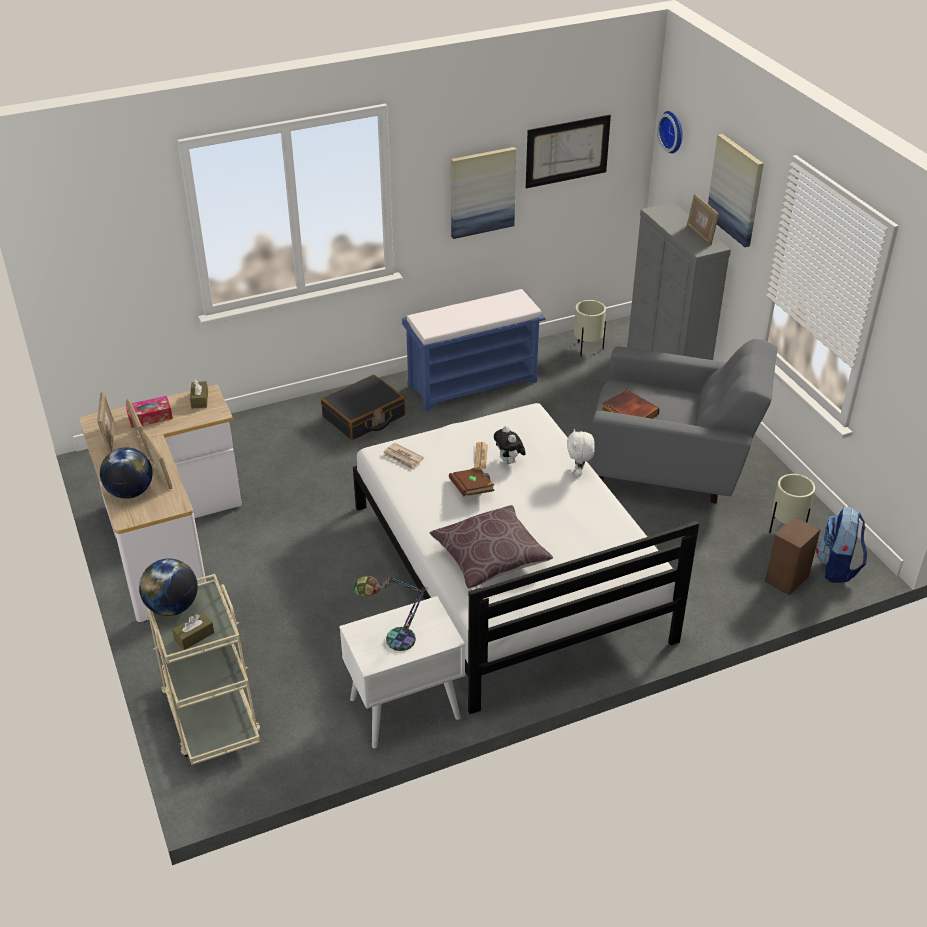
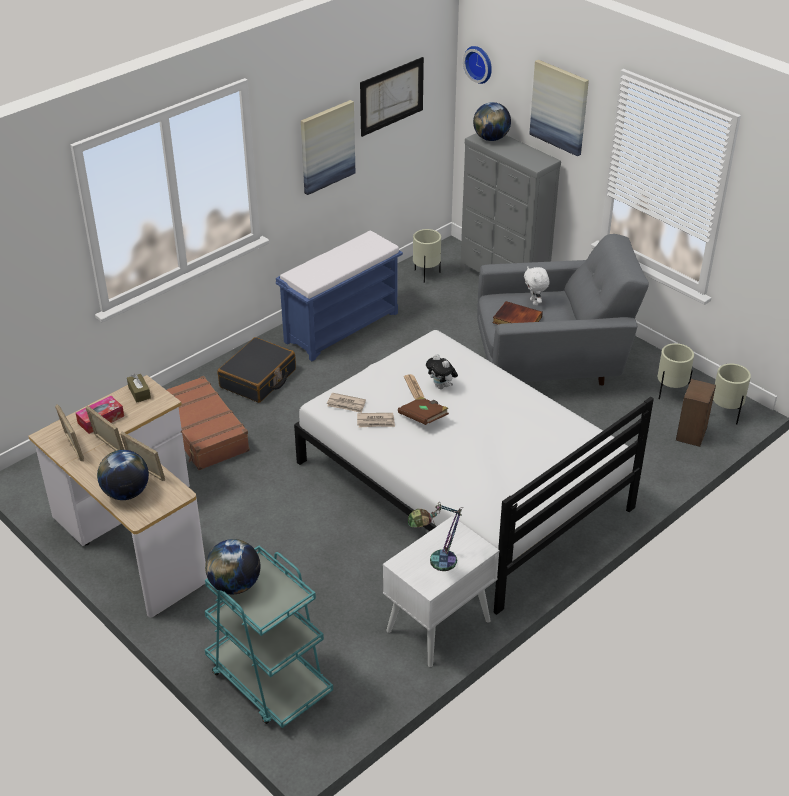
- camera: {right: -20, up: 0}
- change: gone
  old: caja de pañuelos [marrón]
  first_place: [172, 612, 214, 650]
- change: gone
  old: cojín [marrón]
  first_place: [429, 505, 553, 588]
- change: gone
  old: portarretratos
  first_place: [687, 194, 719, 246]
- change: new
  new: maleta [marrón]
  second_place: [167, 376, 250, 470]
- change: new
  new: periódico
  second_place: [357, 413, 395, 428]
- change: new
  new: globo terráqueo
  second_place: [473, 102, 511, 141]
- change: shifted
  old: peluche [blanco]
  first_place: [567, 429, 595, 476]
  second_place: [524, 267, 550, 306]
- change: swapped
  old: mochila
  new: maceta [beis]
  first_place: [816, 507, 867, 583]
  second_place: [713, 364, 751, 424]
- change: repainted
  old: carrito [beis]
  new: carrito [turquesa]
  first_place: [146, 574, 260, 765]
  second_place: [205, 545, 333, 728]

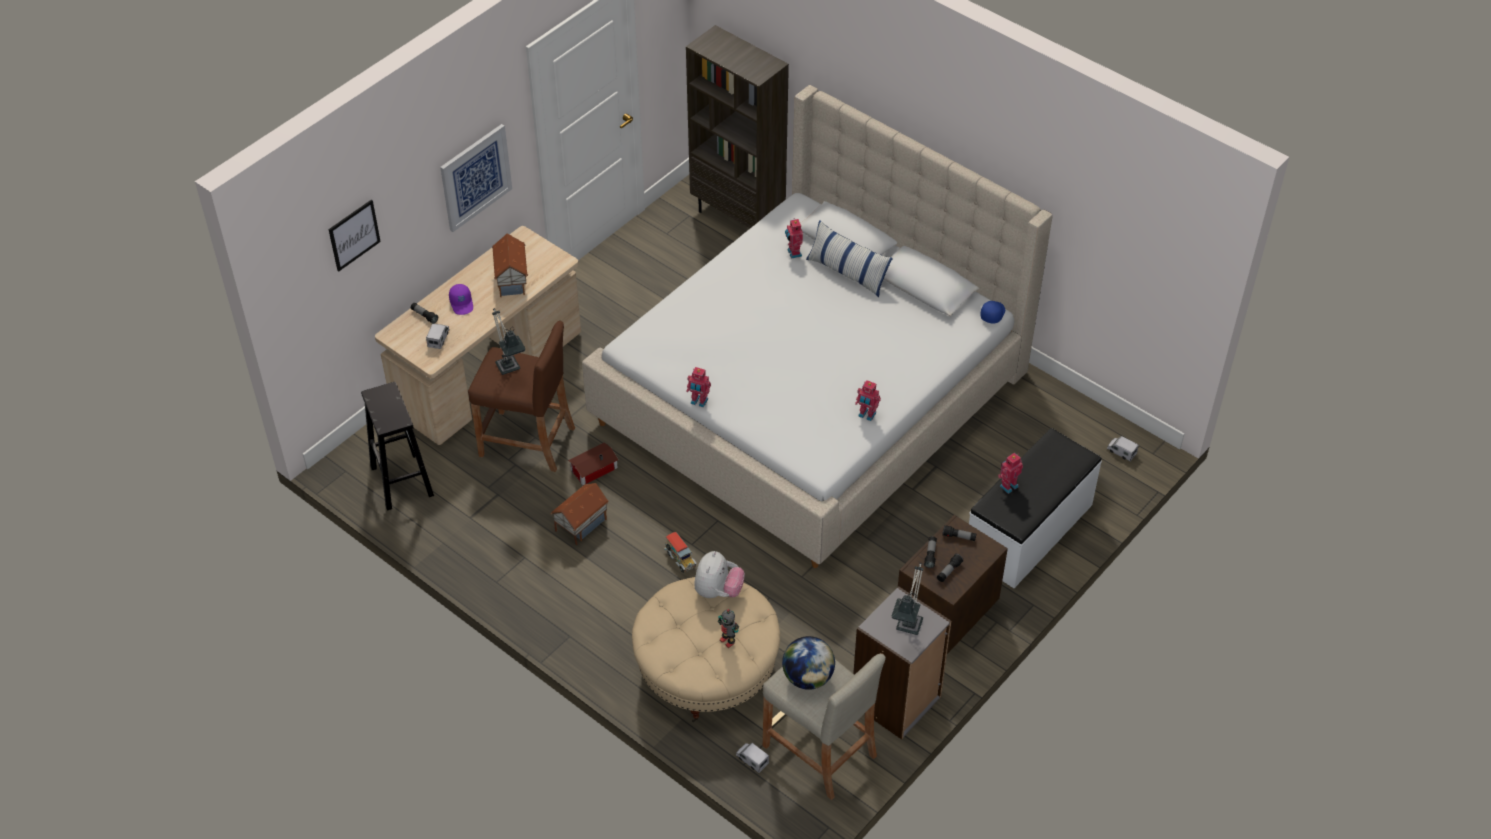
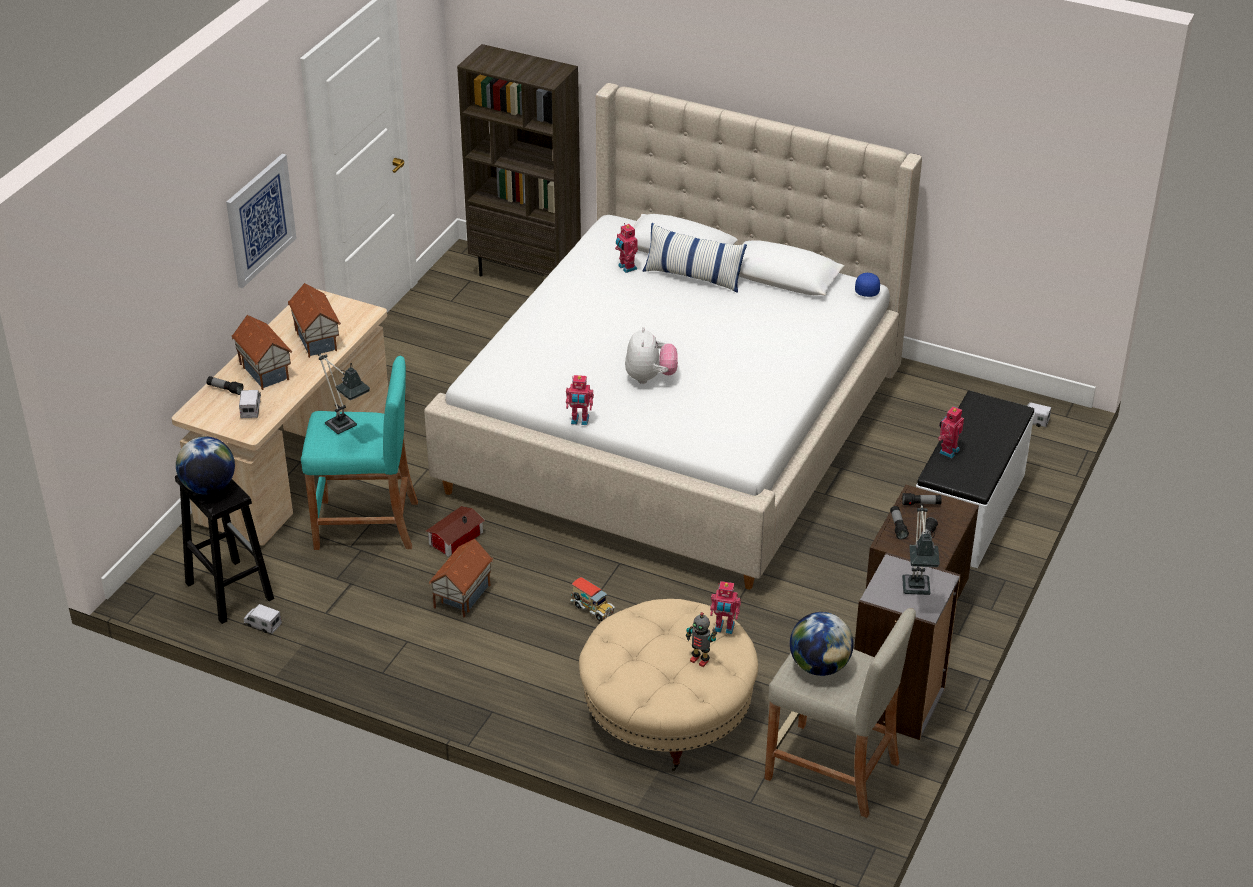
- camera: {right: -15, up: -10}
- change: gone
  old: cuadro
  first_place: [328, 200, 381, 271]
- change: new
  new: globo terráqueo
  second_place: [176, 437, 235, 495]
- change: shifted
  old: peluche
  first_place: [694, 551, 745, 598]
  second_place: [625, 327, 678, 384]
- change: shifted
  old: camión de juguete
  first_place: [736, 743, 769, 773]
  second_place: [244, 604, 282, 634]
- change: shifted
  old: robot de juguete
  first_place: [855, 380, 881, 421]
  second_place: [710, 581, 741, 634]
- change: swapped
  old: gorra [morado]
  new: casita
  first_place: [449, 284, 473, 315]
  second_place: [231, 315, 292, 390]
- change: repainted
  old: taburete [marrón]
  new: taburete [turquesa]
  first_place: [468, 321, 575, 472]
  second_place: [301, 355, 418, 550]

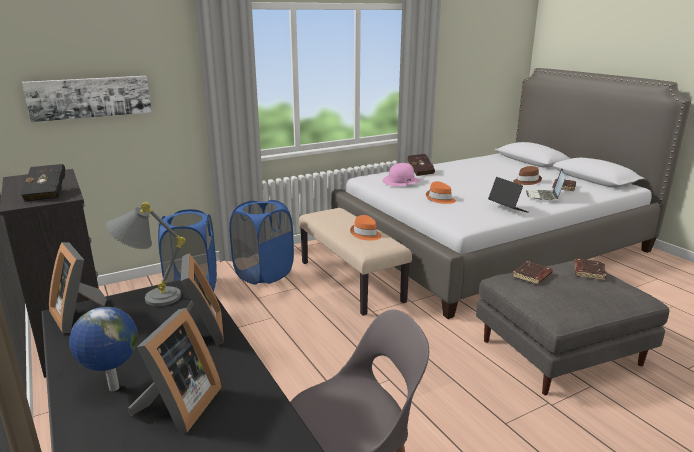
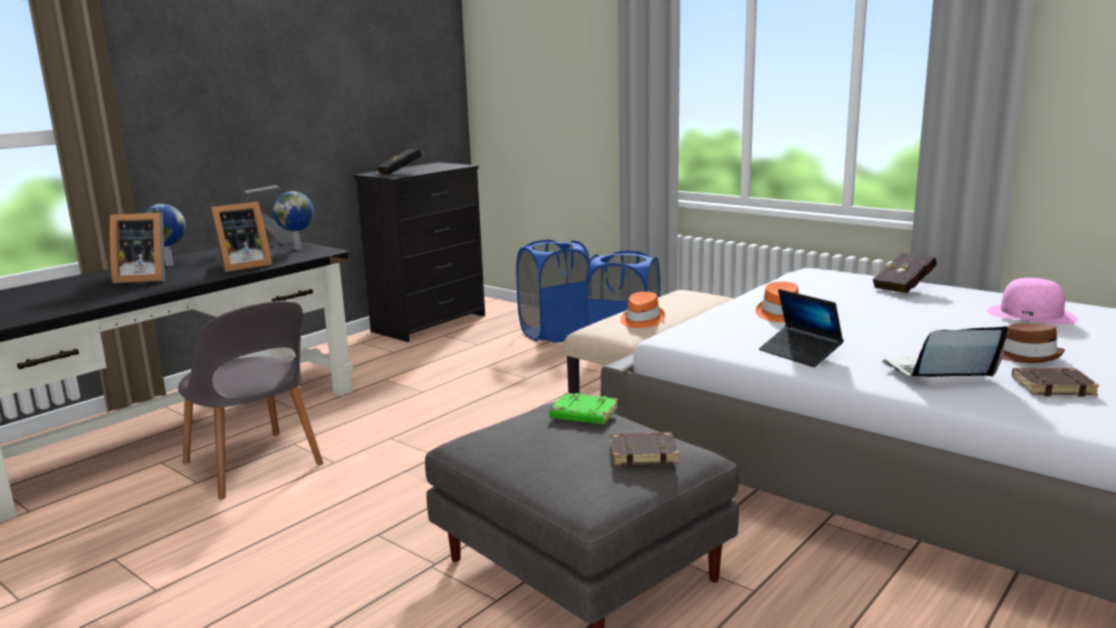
- camera: {right: 70, up: -5}
- change: gone
  old: cuadro
  first_place: [22, 76, 152, 122]
- change: shifted
  old: sombrero [rosa]
  first_place: [382, 163, 420, 186]
  second_place: [987, 278, 1078, 324]
- change: swapped
  old: lámpara de mesa [gris]
  new: globo terráqueo
  first_place: [105, 202, 185, 306]
  second_place: [272, 191, 314, 250]
- change: repainted
  old: libro [marrón]
  new: libro [verde]
  first_place: [512, 261, 553, 285]
  second_place: [549, 393, 618, 425]
- change: rotated
  old: portátil
  first_place: [488, 177, 528, 213]
  second_place: [759, 289, 844, 367]
  degrees: 105

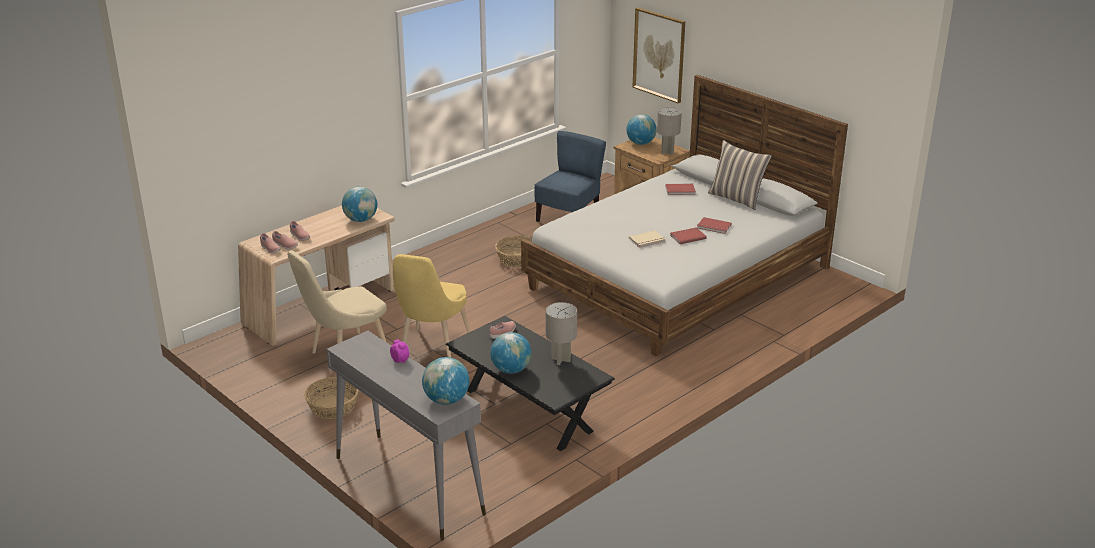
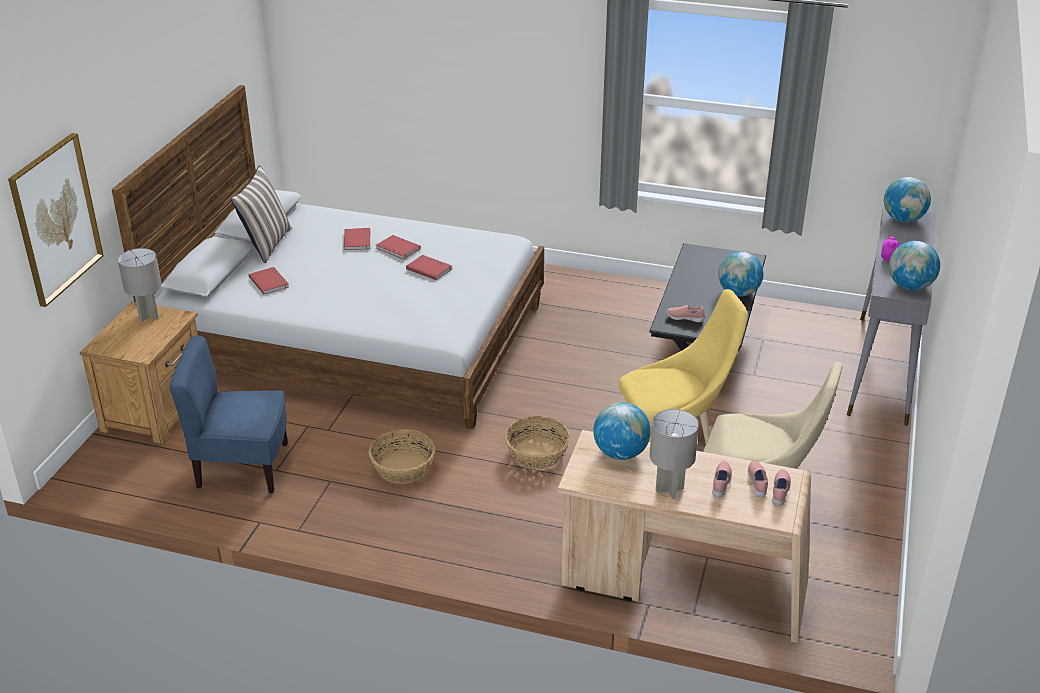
- camera: {right: -120, up: 5}
- change: shifted
  old: cesta
  first_place: [304, 377, 358, 419]
  second_place: [505, 416, 570, 469]
- change: shifted
  old: lámpara de mesa [gris]
  first_place: [546, 302, 577, 365]
  second_place: [650, 409, 699, 499]
- change: shifted
  old: globo terráqueo
  first_place: [626, 114, 657, 145]
  second_place: [889, 241, 940, 290]
- change: repainted
  old: libro [beis]
  new: libro [rojo]
  first_place: [629, 231, 665, 248]
  second_place: [406, 255, 452, 280]

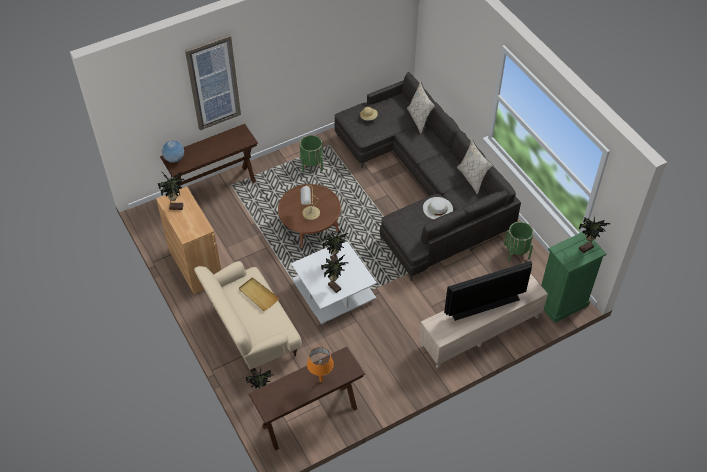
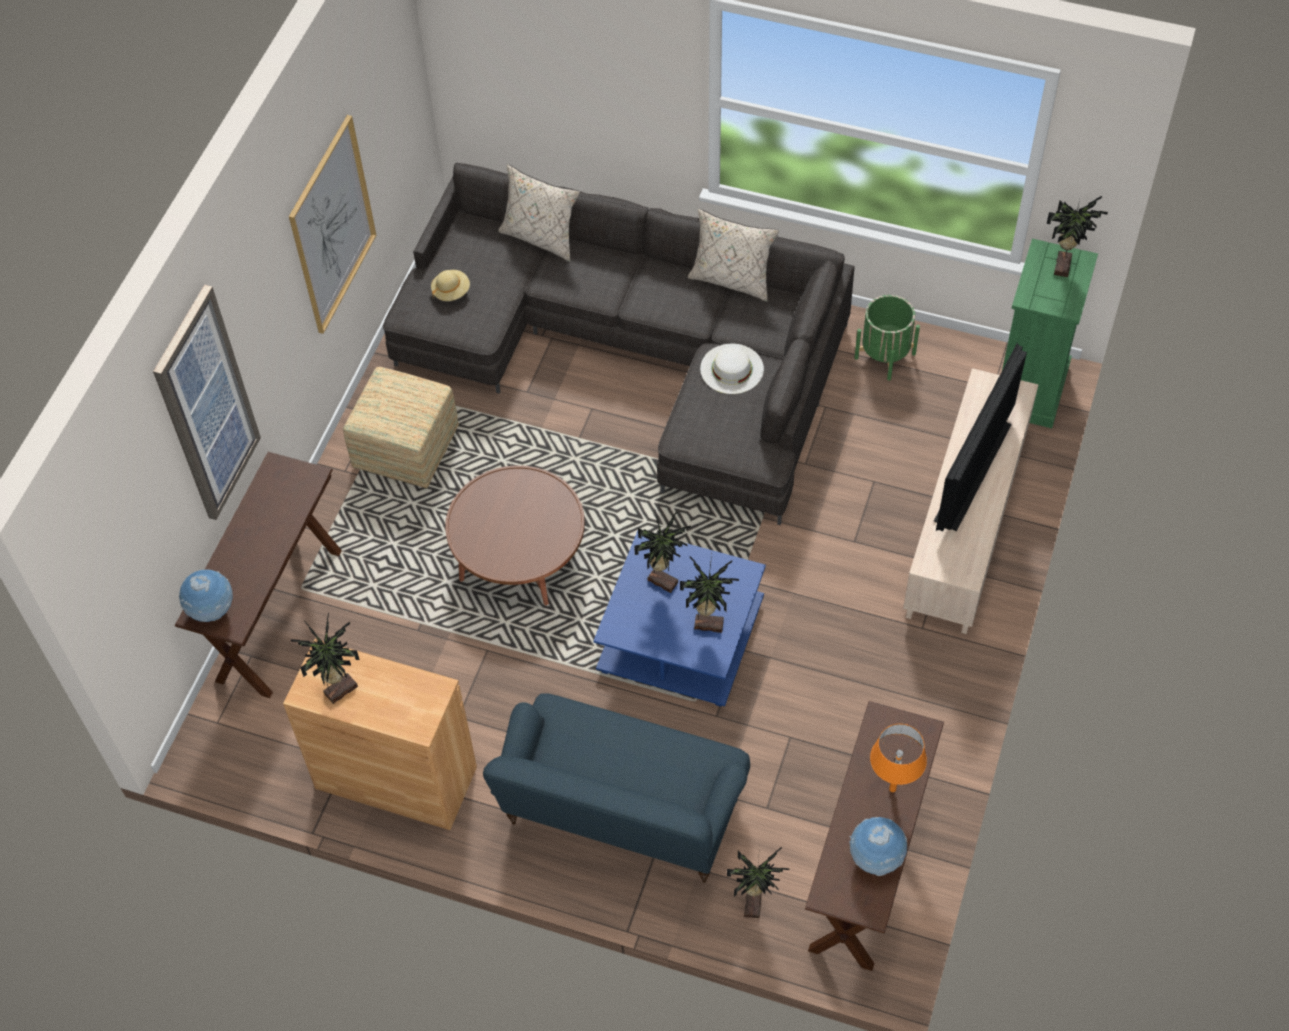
- camera: {right: -40, up: 5}
- change: gone
  old: bandeja [beis]
  first_place: [239, 277, 279, 311]
- change: gone
  old: lámpara de mesa
  first_place: [301, 186, 320, 220]
- change: new
  new: cuadro
  second_place: [289, 115, 376, 334]
- change: new
  new: globo terráqueo
  second_place: [849, 817, 907, 876]
- change: swapped
  old: maceta [verde]
  new: puf
  first_place: [300, 135, 323, 172]
  second_place: [343, 367, 459, 488]
- change: repainted
  old: sofá [beis]
  new: sofá [azul]
  first_place: [194, 261, 302, 376]
  second_place: [483, 693, 750, 883]
- change: repainted
  old: mesa de centro [blanco]
  new: mesa de centro [azul]
  first_place: [291, 239, 377, 324]
  second_place: [593, 531, 766, 707]

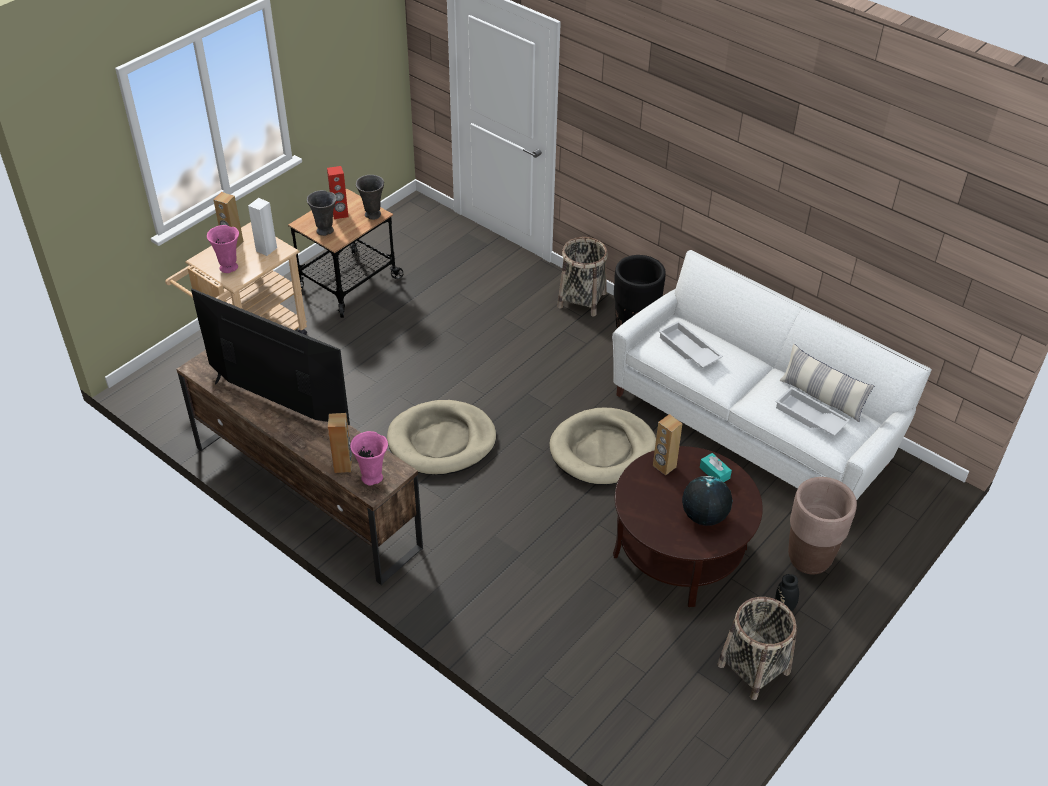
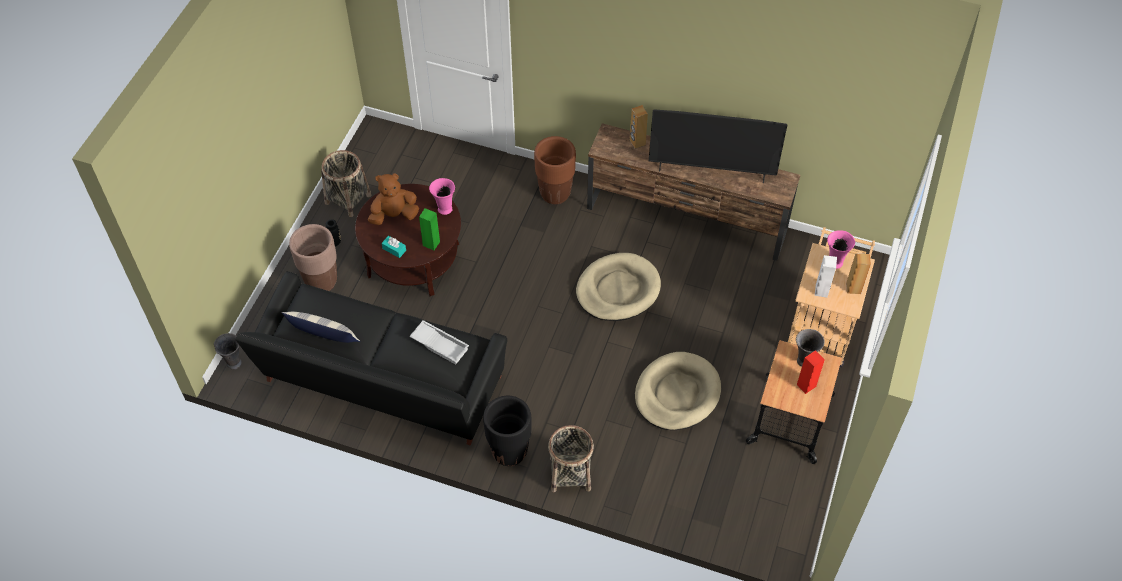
- camera: {right: 160, up: 10}
- change: gone
  old: bandeja [blanco]
  first_place: [775, 387, 850, 436]
- change: new
  new: maceta [marrón]
  second_place: [534, 136, 576, 204]
- change: shifted
  old: florero [rosa]
  first_place: [350, 431, 388, 486]
  second_place: [429, 178, 455, 215]
- change: shifted
  old: florero [gris]
  first_place: [356, 175, 384, 220]
  second_place: [214, 333, 242, 370]
- change: shifted
  old: cama para perro [beis]
  first_place: [549, 408, 656, 485]
  second_place: [635, 352, 721, 430]
- change: swapped
  old: globo terráqueo
  new: peluche [marrón]
  first_place: [682, 476, 733, 526]
  second_place: [368, 173, 419, 225]
- change: repainted
  old: sofá [blanco]
  new: sofá [negro]
  first_place: [612, 250, 932, 500]
  second_place: [235, 271, 507, 445]
- change: repainted
  old: altavoz [marrón]
  new: altavoz [verde]
  first_place: [653, 414, 683, 475]
  second_place: [419, 208, 440, 250]

